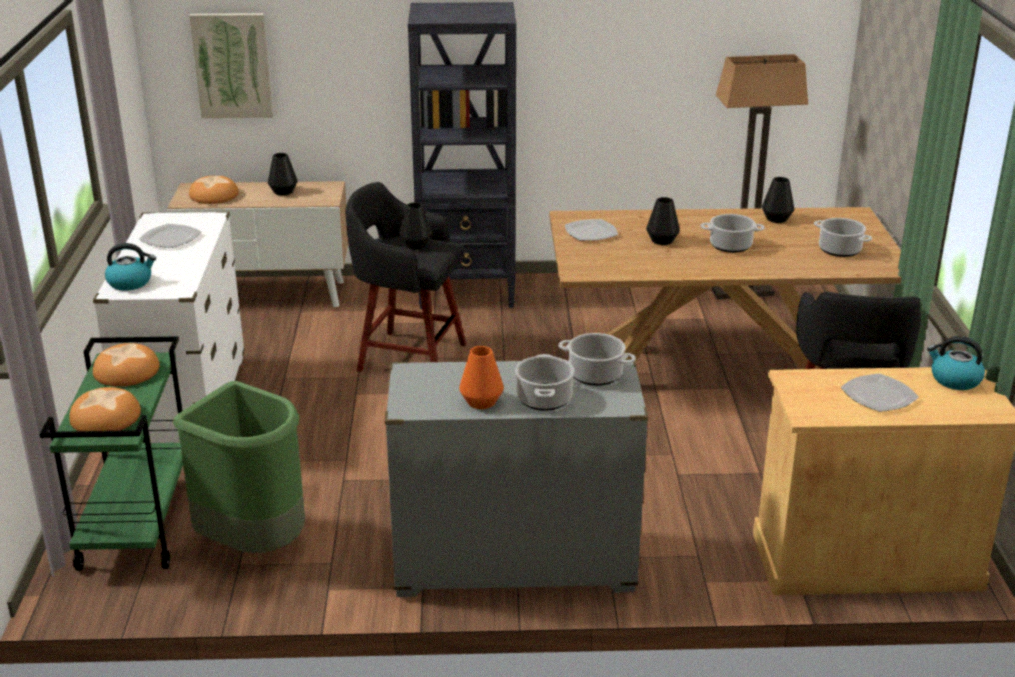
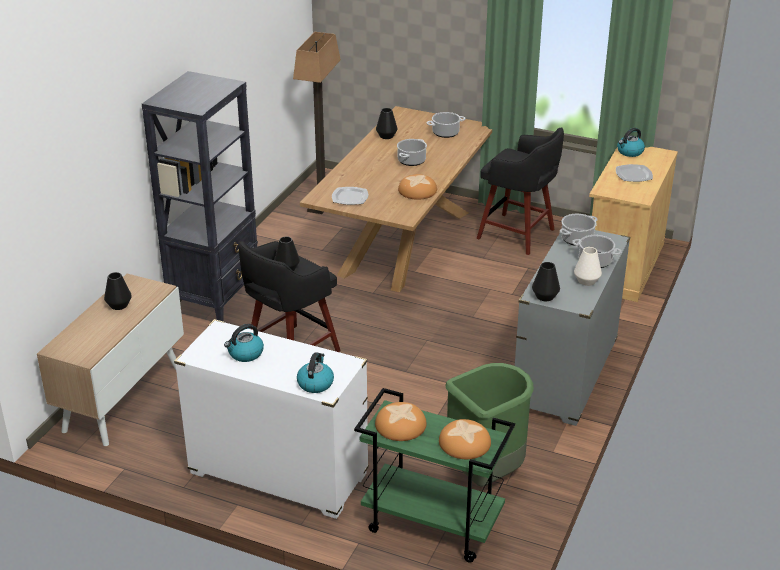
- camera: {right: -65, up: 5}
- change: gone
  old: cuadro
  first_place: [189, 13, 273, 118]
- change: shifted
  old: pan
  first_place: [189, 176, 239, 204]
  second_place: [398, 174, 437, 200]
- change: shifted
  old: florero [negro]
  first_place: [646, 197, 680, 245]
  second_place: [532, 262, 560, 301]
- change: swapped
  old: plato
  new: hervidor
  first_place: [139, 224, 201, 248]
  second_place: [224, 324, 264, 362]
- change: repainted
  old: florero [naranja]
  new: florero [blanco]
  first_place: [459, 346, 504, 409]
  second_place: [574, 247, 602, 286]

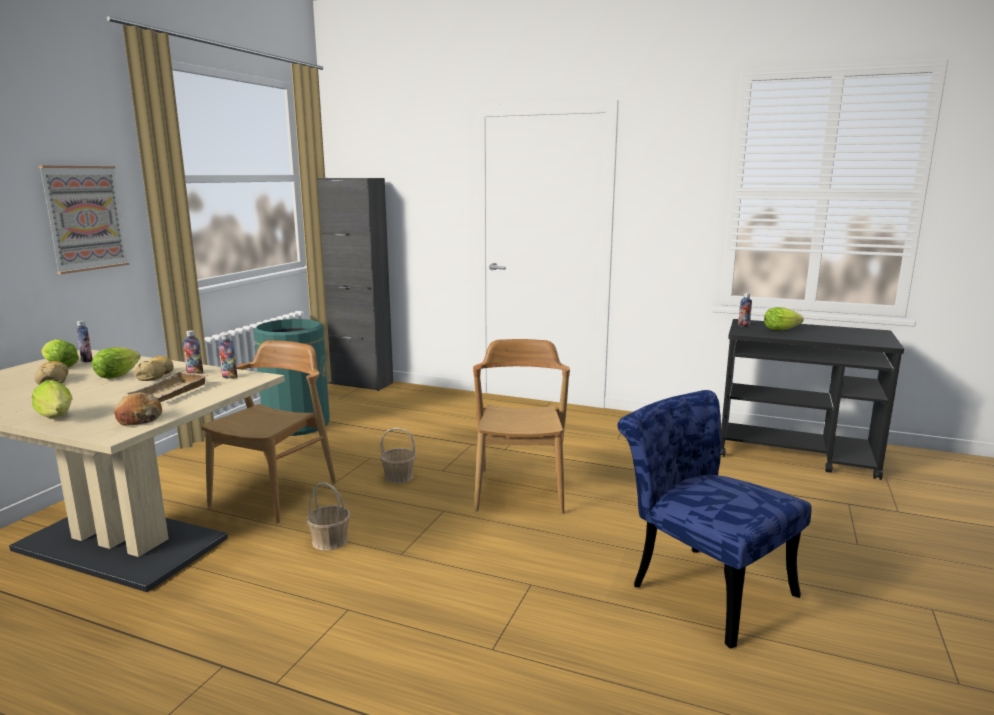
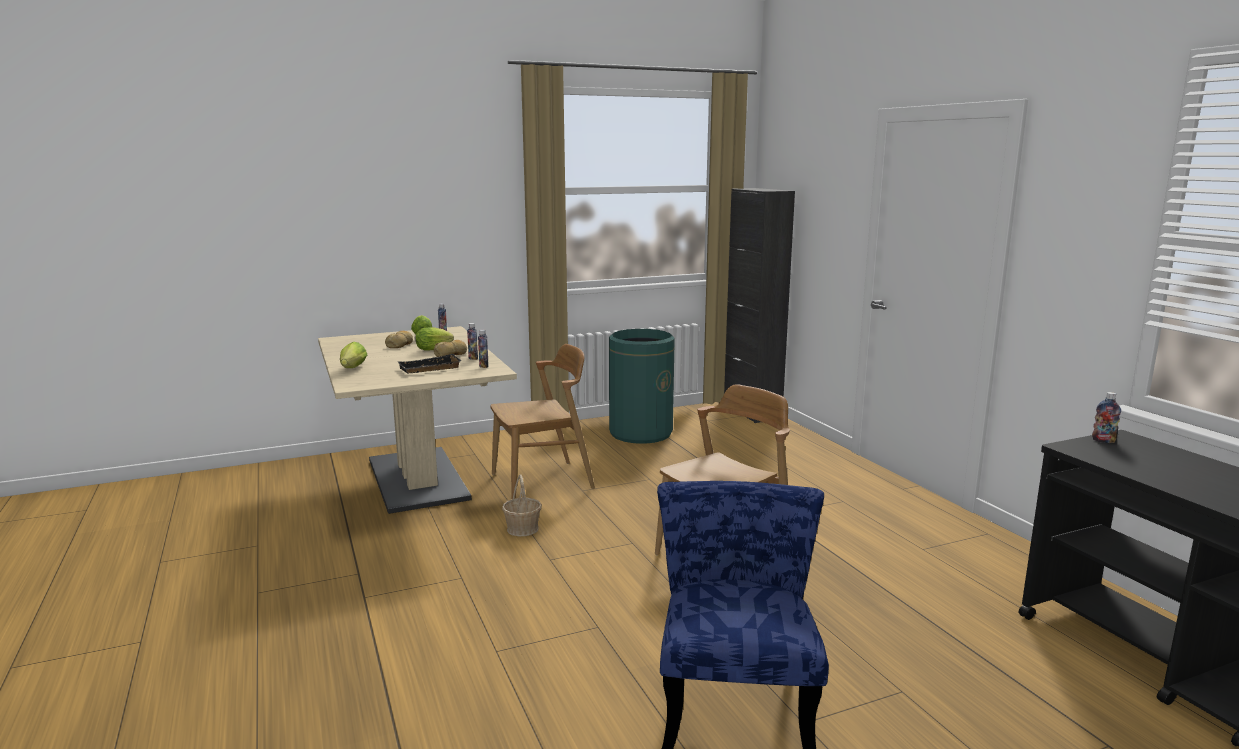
- camera: {right: 45, up: 0}
- change: gone
  old: cuadro
  first_place: [39, 165, 129, 274]
- change: gone
  old: pan
  first_place: [114, 392, 162, 426]
- change: gone
  old: cesta
  first_place: [380, 427, 416, 483]
- change: gone
  old: lechuga
  first_place: [764, 307, 804, 330]
- change: repainted
  old: bandeja [beis]
  new: bandeja [negro]
  first_place: [126, 371, 209, 402]
  second_place: [398, 354, 462, 374]

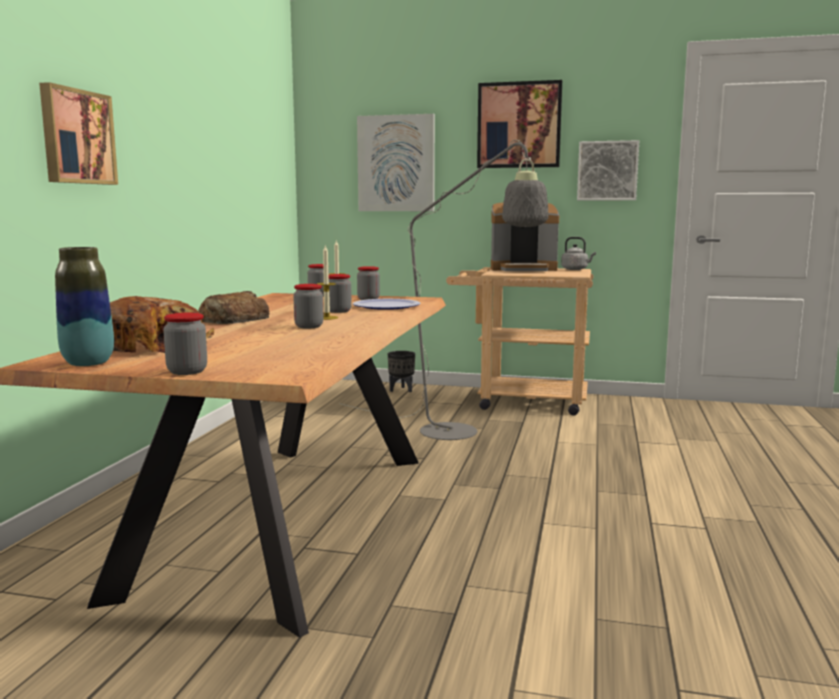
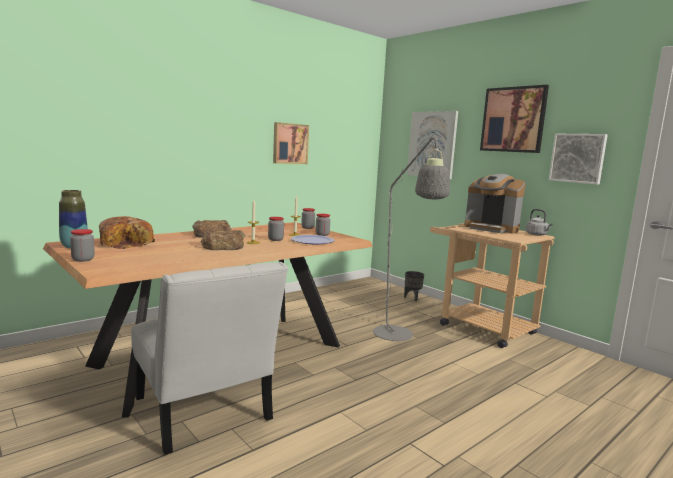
- camera: {right: 35, up: 0}
- change: new
  new: silla [blanco]
  second_place: [131, 262, 288, 455]
- change: shifted
  old: cuadro
  first_place: [39, 82, 118, 185]
  second_place: [273, 122, 309, 164]
- change: swapped
  old: tarro
  new: pan
  first_place: [293, 284, 323, 329]
  second_place: [201, 230, 245, 250]

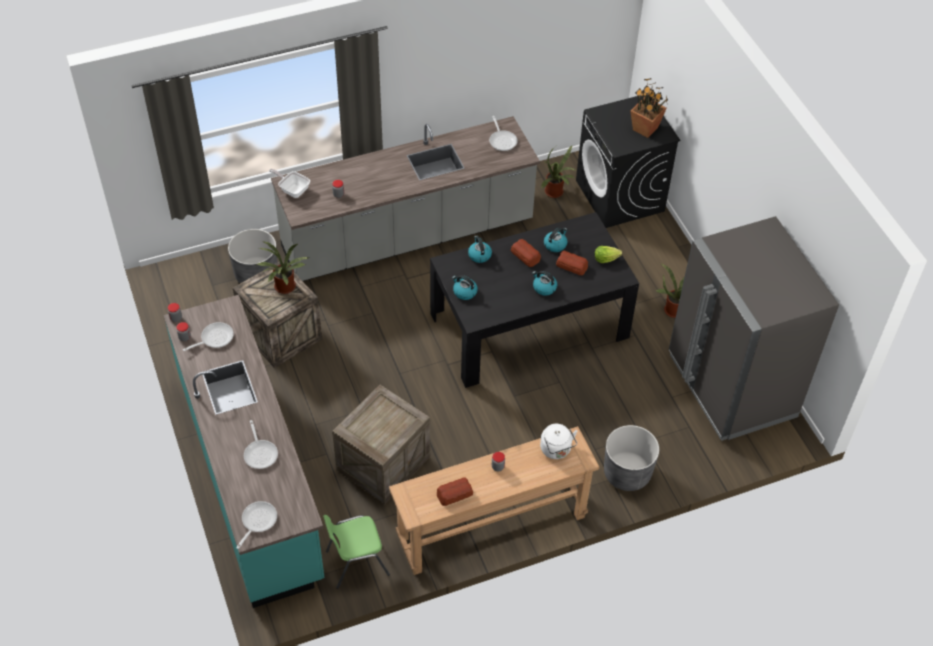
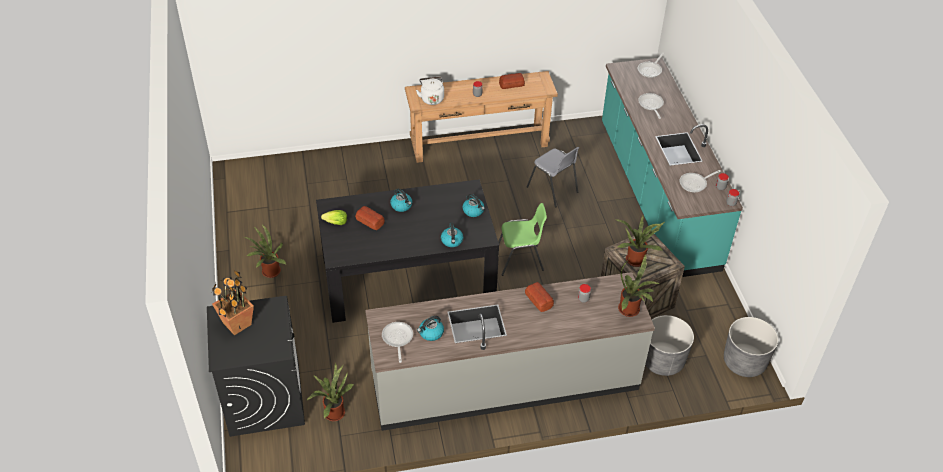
- camera: {right: -170, up: -5}
- change: gone
  old: nevera [gris]
  first_place: [669, 216, 839, 441]
- change: shifted
  old: silla [verde]
  first_place: [323, 515, 390, 589]
  second_place: [498, 203, 547, 276]
- change: shifted
  old: pan
  first_place: [511, 239, 541, 267]
  second_place: [525, 282, 554, 312]
- change: shifted
  old: hervidor
  first_place: [544, 228, 568, 252]
  second_place: [417, 316, 444, 341]
- change: shifted
  old: maceta [gris]
  first_place: [604, 425, 659, 491]
  second_place: [724, 317, 778, 377]
- change: swapped
  old: sartén
  new: planta en maceta
  first_place: [269, 169, 310, 198]
  second_place: [618, 255, 660, 317]
- change: swapped
  old: caja de embalaje
  new: silla [gris]
  first_place: [332, 385, 430, 505]
  second_place: [527, 147, 579, 208]

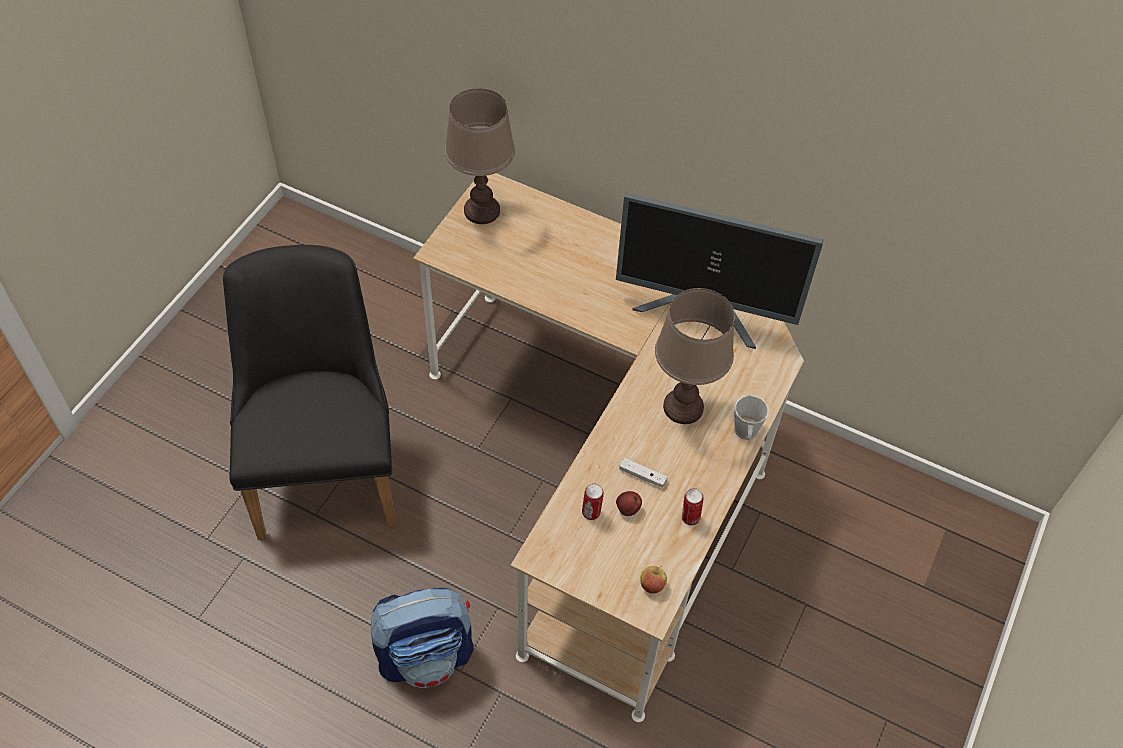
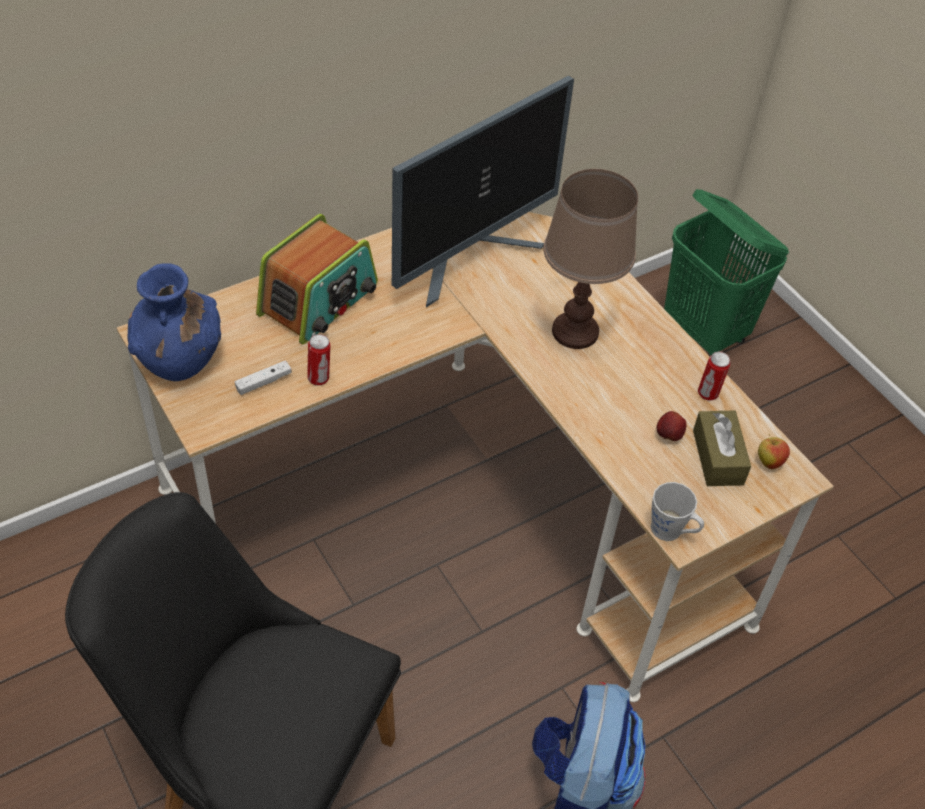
- camera: {right: -60, up: -5}
- change: new
  new: radio
  second_place: [256, 214, 378, 344]
- change: new
  new: cesto de la ropa [verde]
  second_place: [664, 189, 789, 356]
- change: new
  new: caja de pañuelos [marrón]
  second_place: [693, 410, 751, 486]
- change: shifted
  old: lata
  first_place: [582, 484, 604, 520]
  second_place: [307, 334, 330, 386]
- change: shifted
  old: mando de consola [blanco]
  first_place: [620, 458, 667, 488]
  second_place: [235, 361, 292, 395]
- change: shifted
  old: taza grande [gris]
  first_place: [734, 395, 768, 440]
  second_place: [651, 482, 704, 541]
- change: swapped
  old: lámpara de mesa [marrón]
  new: florero [azul]
  first_place: [445, 88, 515, 224]
  second_place: [127, 263, 221, 381]

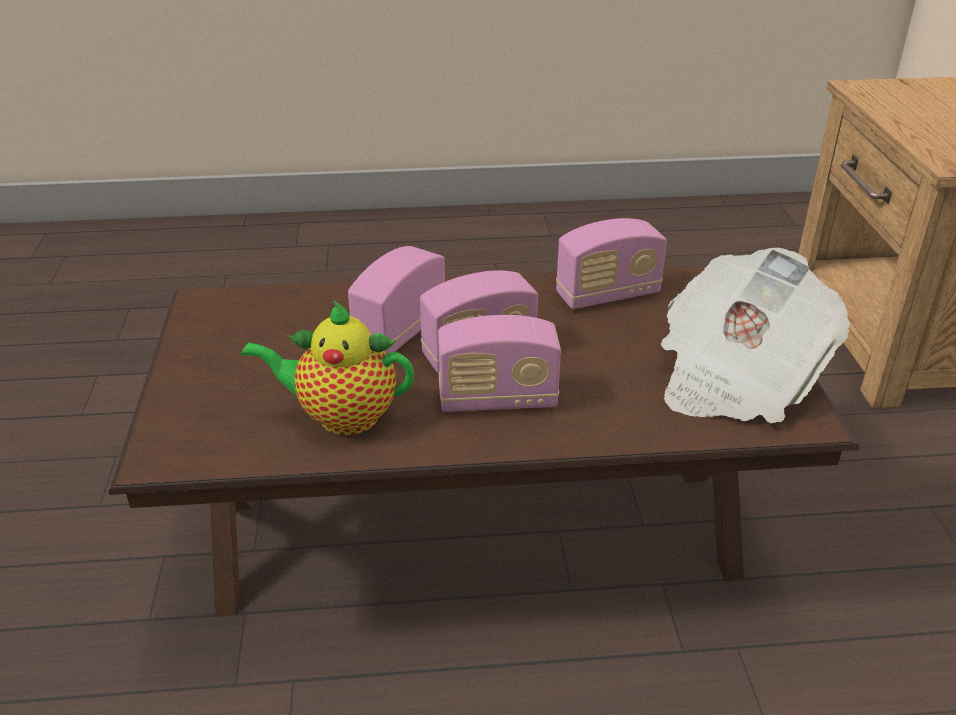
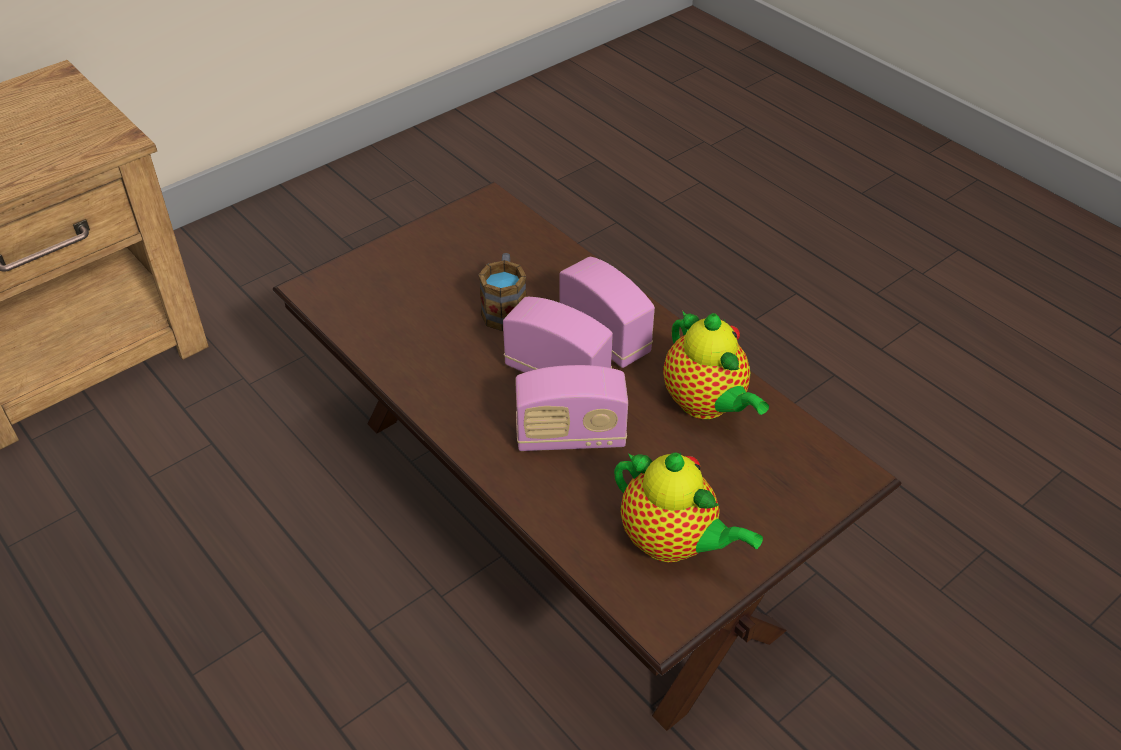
- camera: {right: -125, up: 10}
- change: gone
  old: radio
  first_place: [556, 218, 667, 309]
- change: gone
  old: periódico
  first_place: [661, 248, 850, 423]
- change: new
  new: taza grande
  second_place: [479, 253, 527, 331]
- change: new
  new: tetera
  second_place: [614, 452, 763, 562]

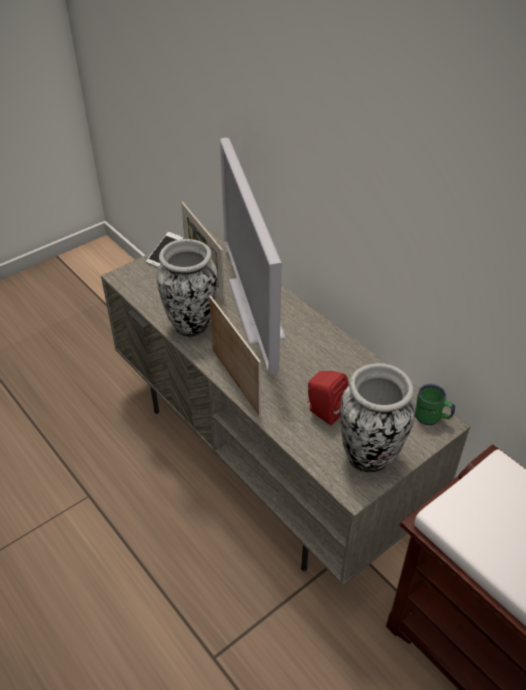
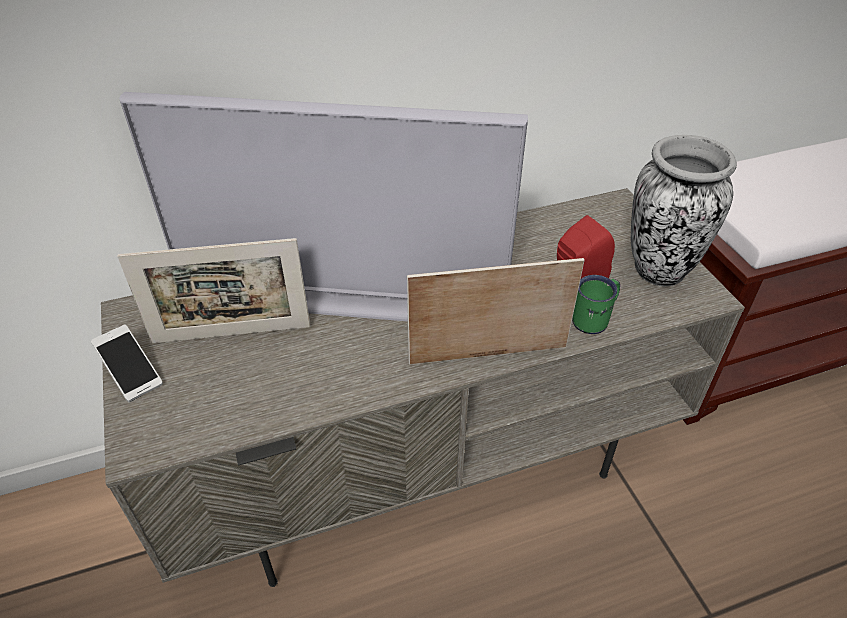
- camera: {right: -70, up: 0}
- change: gone
  old: florero
  first_place: [157, 239, 218, 337]
- change: shifted
  old: taza grande [verde]
  first_place: [415, 384, 455, 425]
  second_place: [573, 275, 620, 334]

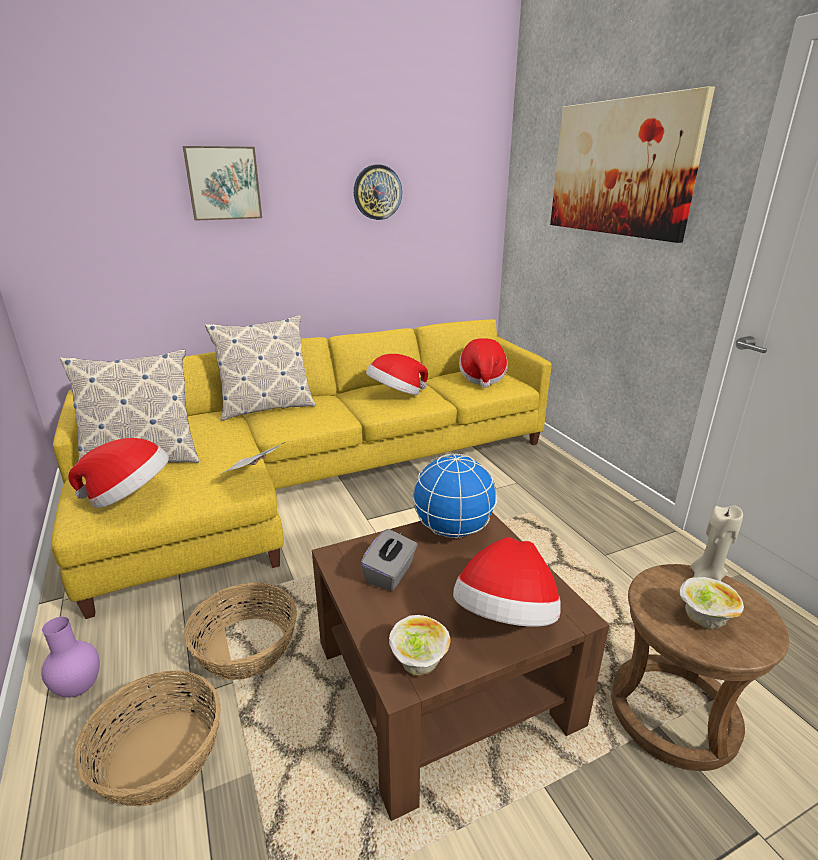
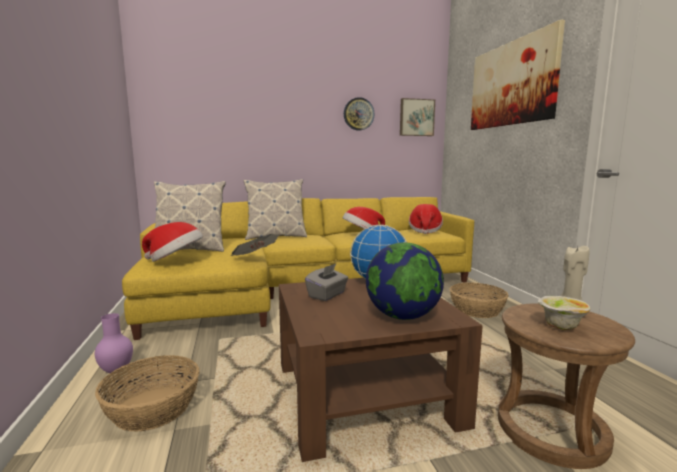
- camera: {right: 10, up: -15}
- change: gone
  old: cuenco
  first_place: [389, 615, 450, 676]
- change: shifted
  old: cuadro
  first_place: [183, 146, 262, 221]
  second_place: [400, 98, 435, 136]
- change: shifted
  old: cesta
  first_place: [184, 582, 297, 680]
  second_place: [450, 282, 509, 318]
- change: swapped
  old: sombrero
  new: globo terráqueo
  first_place: [453, 537, 561, 627]
  second_place: [366, 242, 444, 320]

